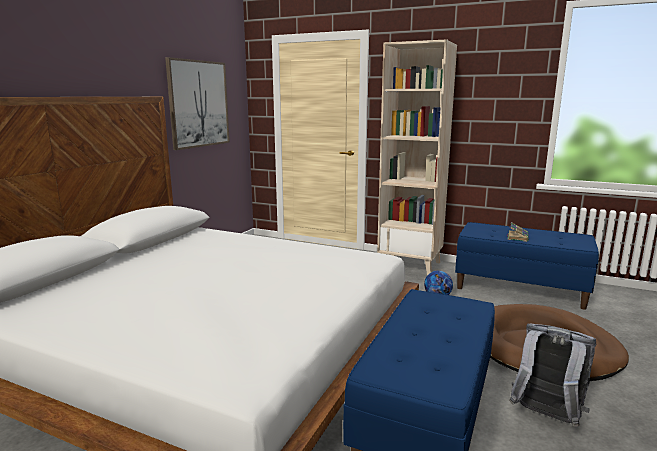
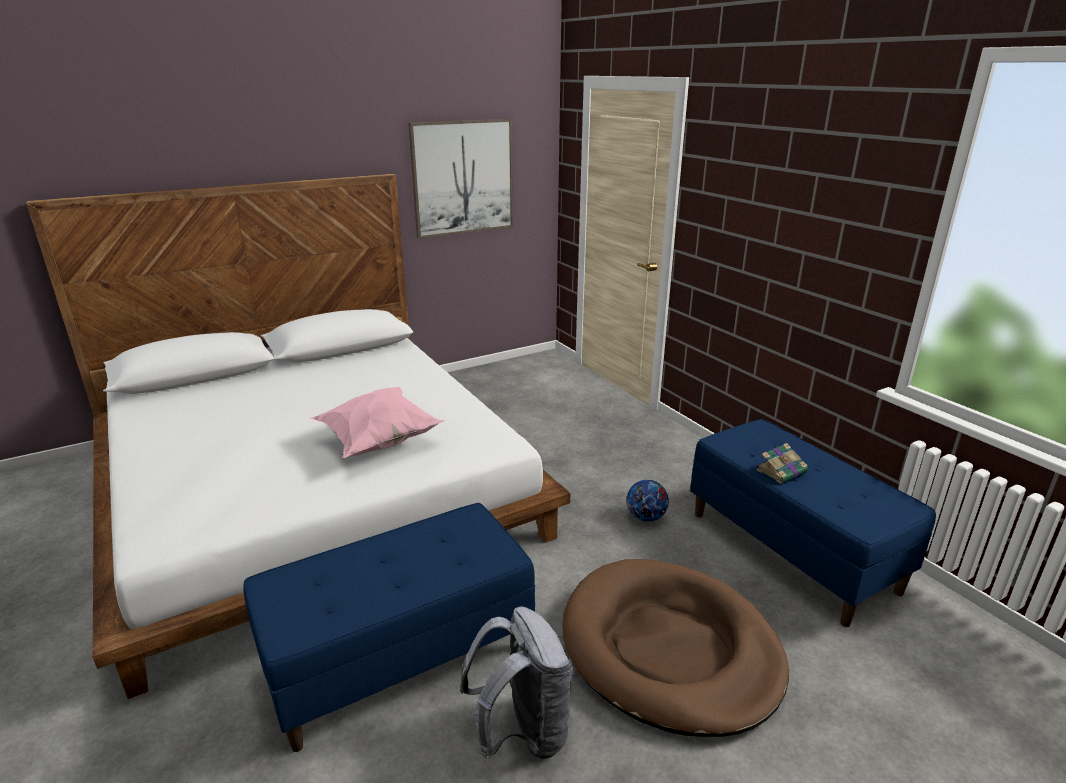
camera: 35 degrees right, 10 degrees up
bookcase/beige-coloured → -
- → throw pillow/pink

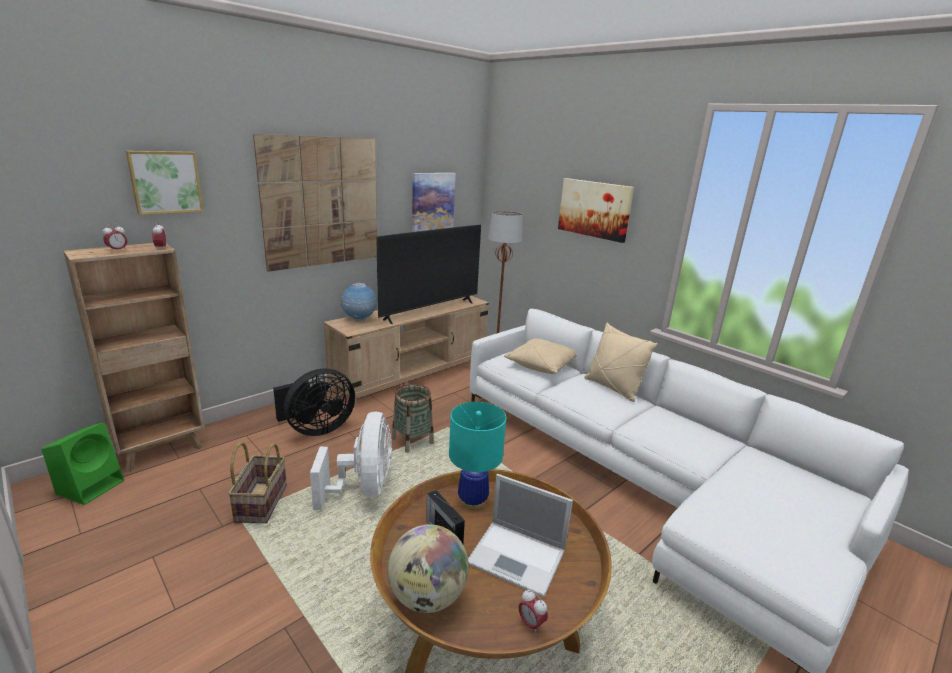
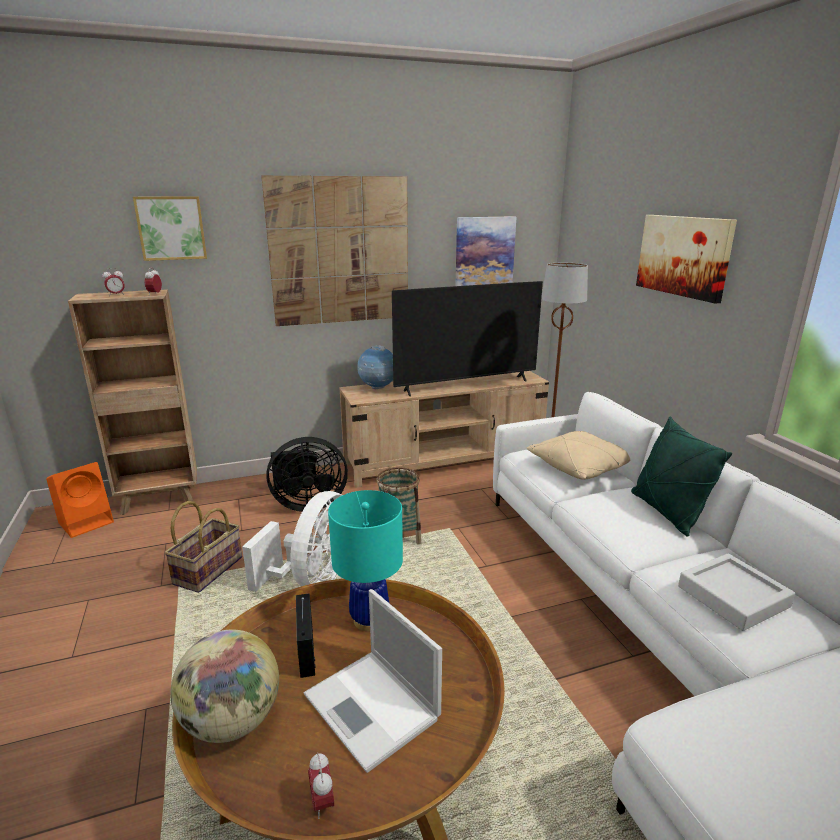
camera: 25 degrees right, 0 degrees up
- → carrying tray/grey
audio speaker/green-coloured → audio speaker/orangey
throw pillow/beige-coloured (no. 2 from left) → throw pillow/green-coloured

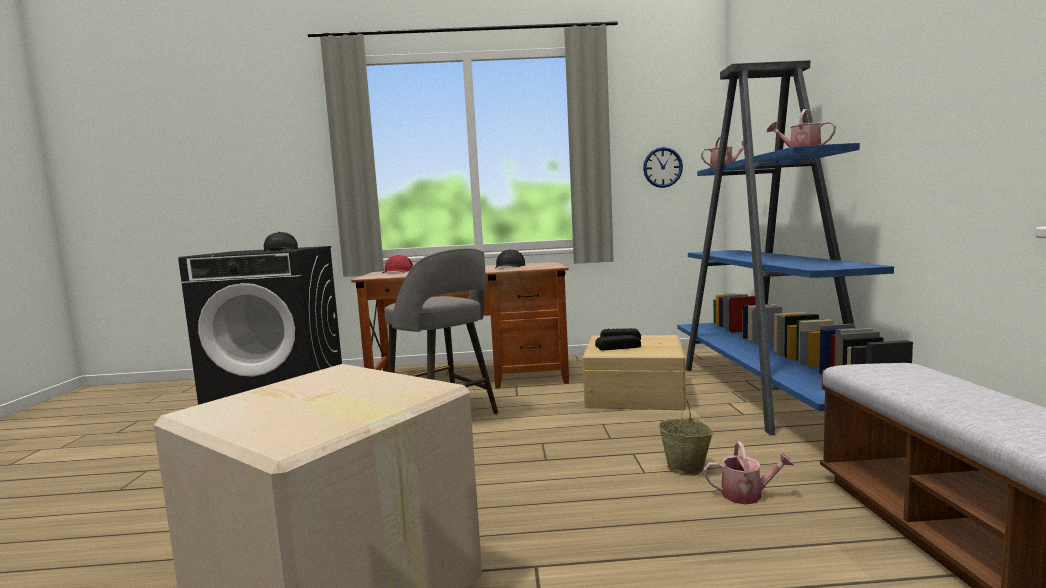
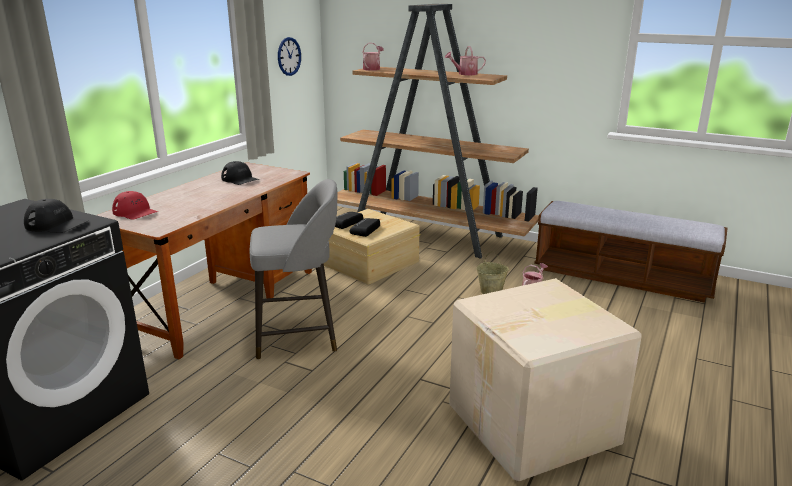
camera: 60 degrees left, 15 degrees up
bookcase/blue-coloured → bookcase/brownish

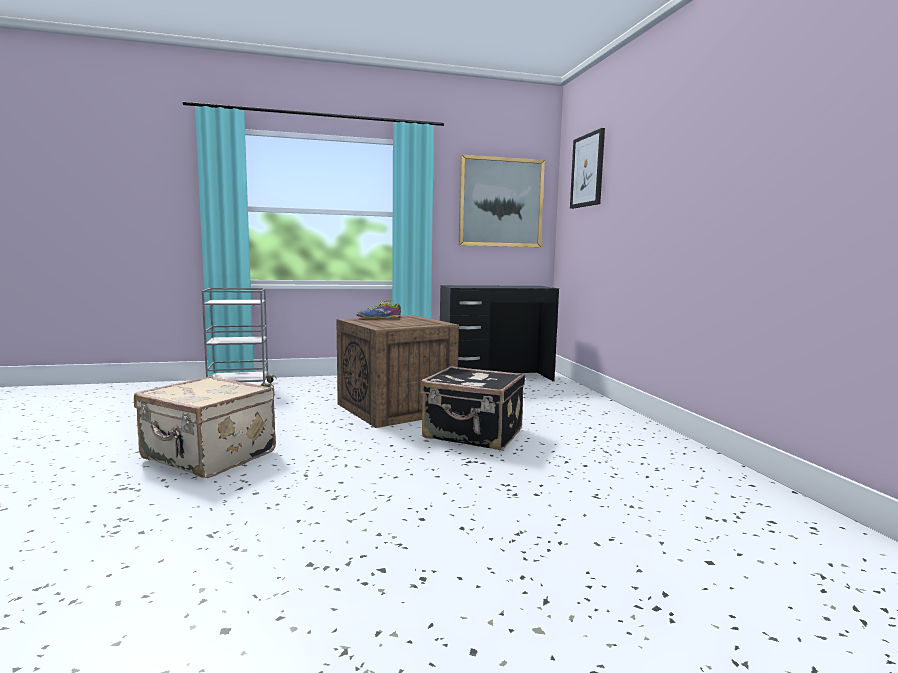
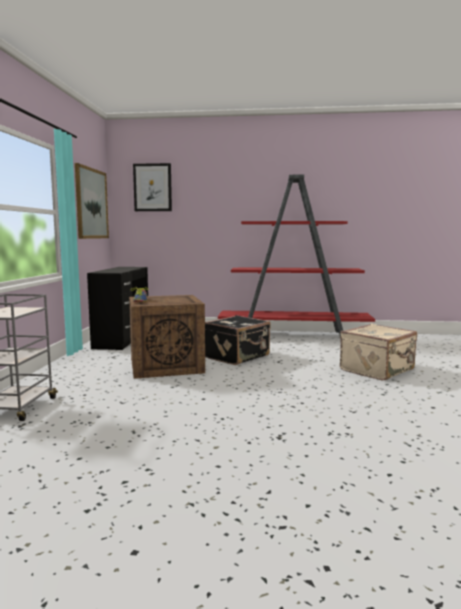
camera: 70 degrees left, 0 degrees up
- → bookcase/reddish
travel case/beige-coloured, relocated

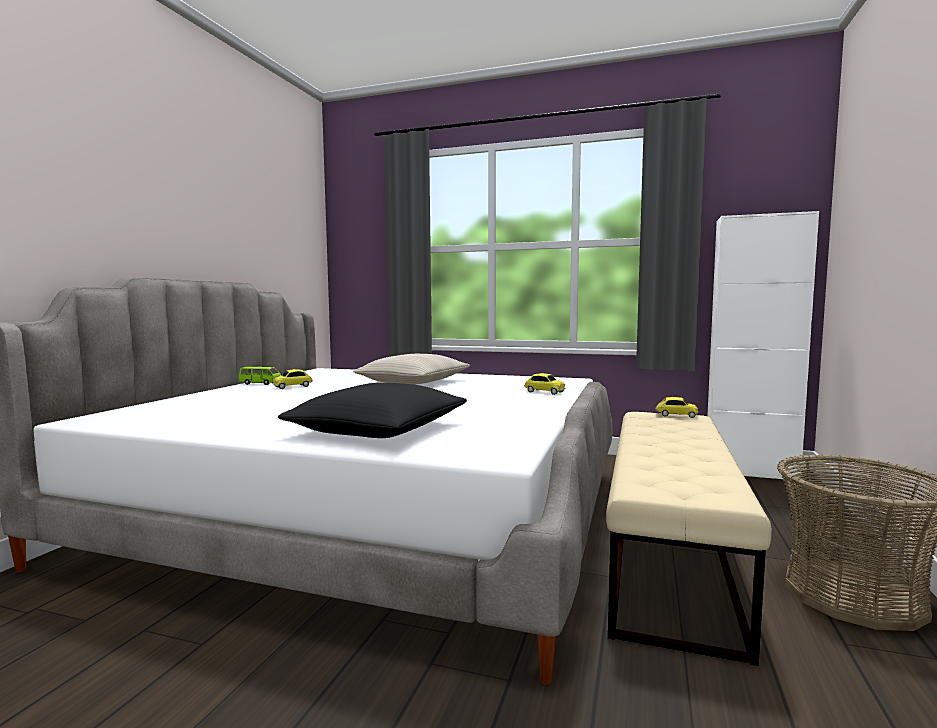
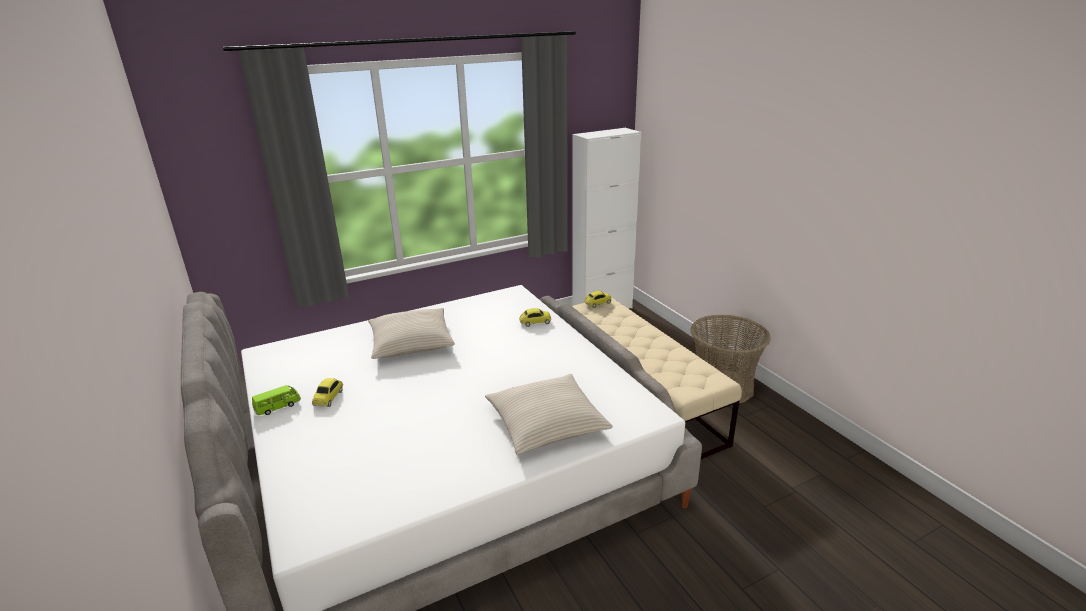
camera: 45 degrees left, 20 degrees up
throw pillow/black → throw pillow/beige-coloured (no. 2 from left)

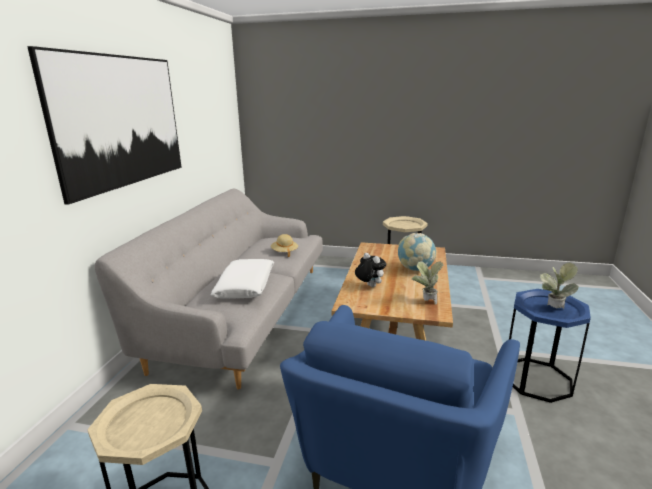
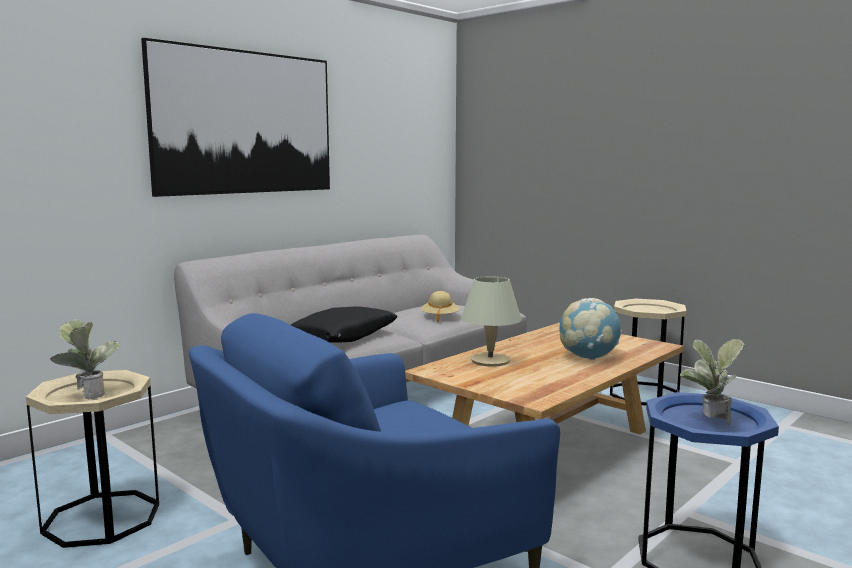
camera: 30 degrees right, 10 degrees down
houseplant (no. 1 from left), relocated
cuddly toy → tabletop lamp/beige-coloured
throw pillow/white-coloured → throw pillow/black

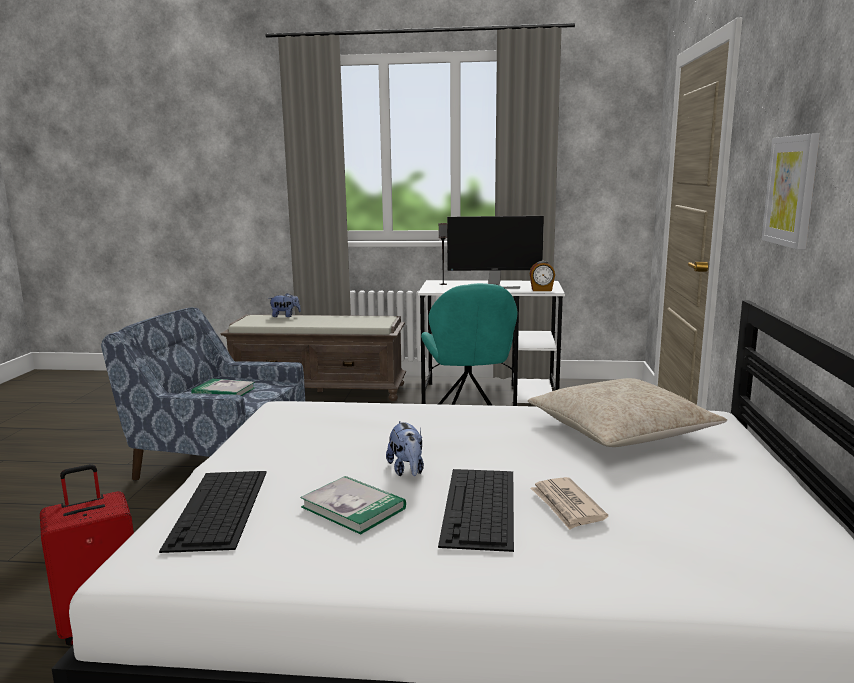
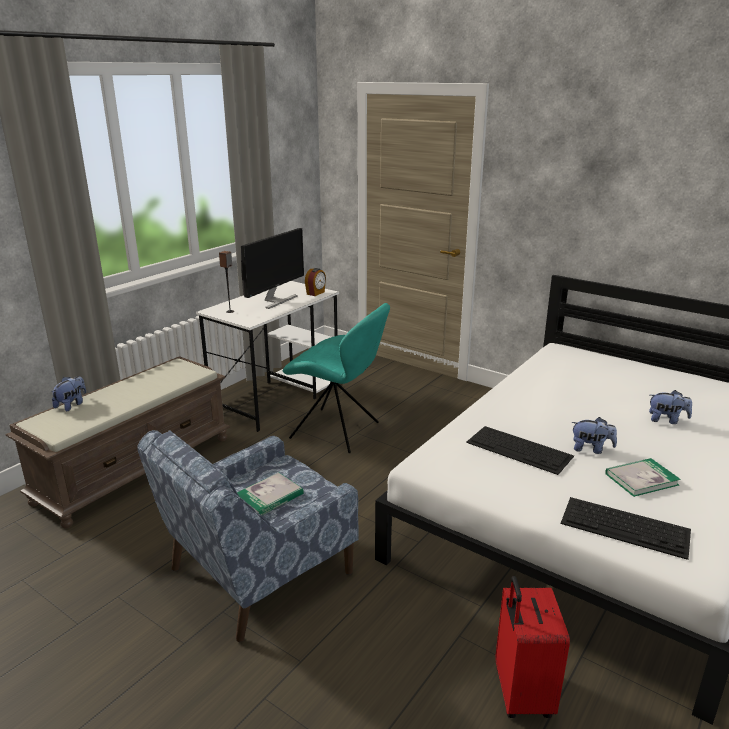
camera: 60 degrees left, 10 degrees up
throw pillow/beige-coloured → -
picture → -
computer keyboard (no. 2 from left in the first image) → computer keyboard (no. 1 from left), relocated
printed paper → cuddly toy (no. 3 from left)

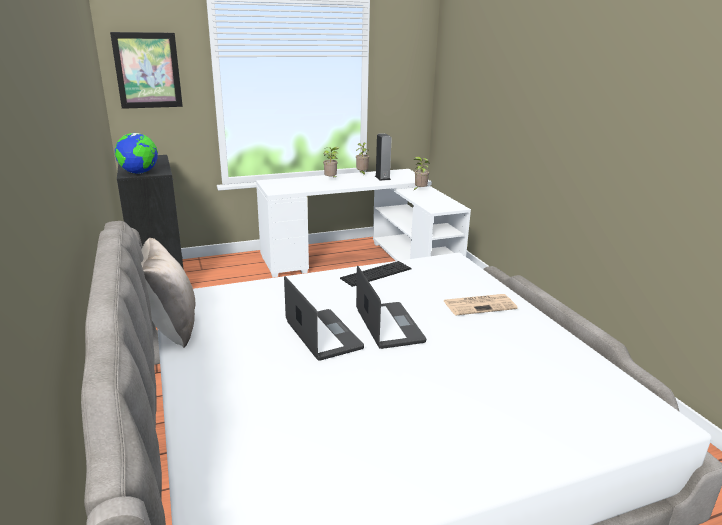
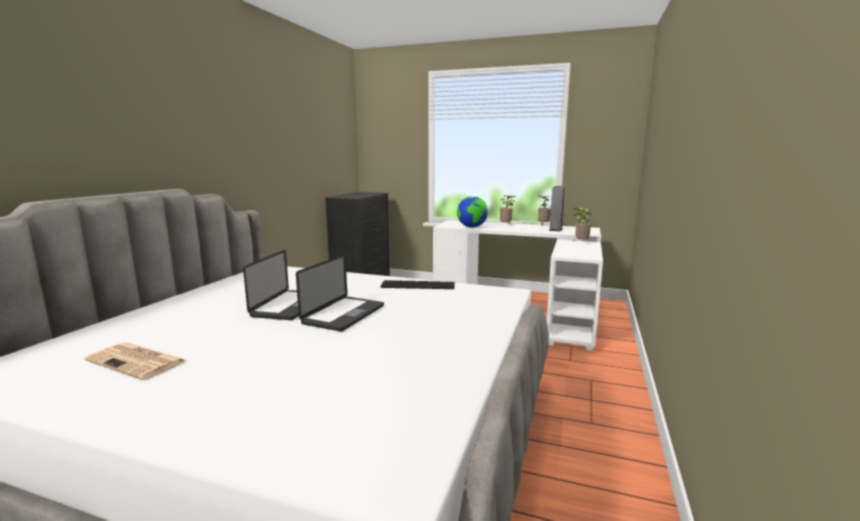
camera: 40 degrees right, 10 degrees down
picture → -
throw pillow/beige-coloured → -
world globe, relocated
printed paper, relocated

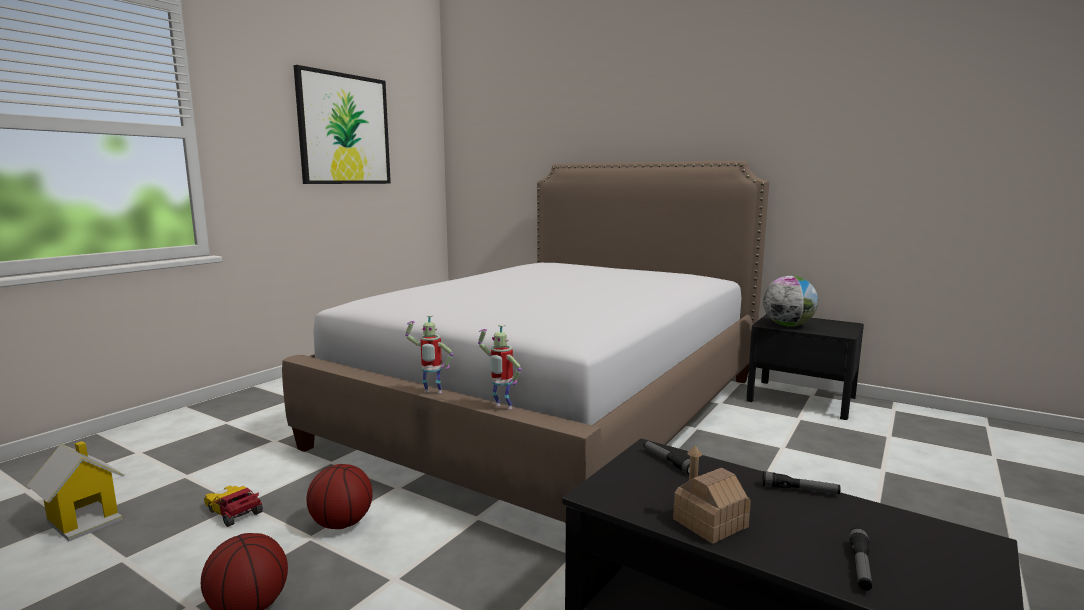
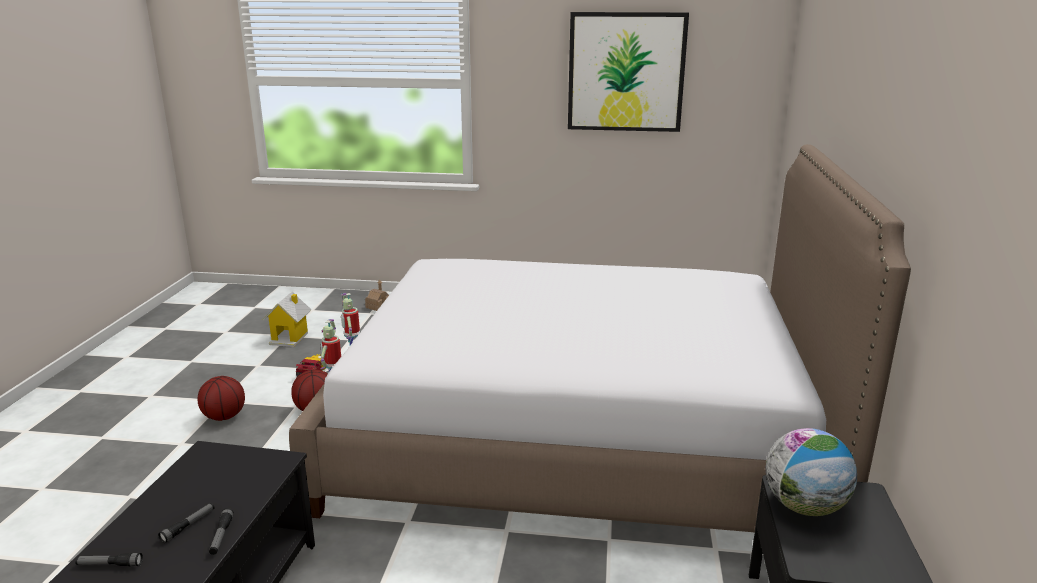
camera: 65 degrees right, 10 degrees up
hand torch (no. 1 from left in the first image) → hand torch (no. 2 from left), relocated
toy house (no. 2 from left), relocated

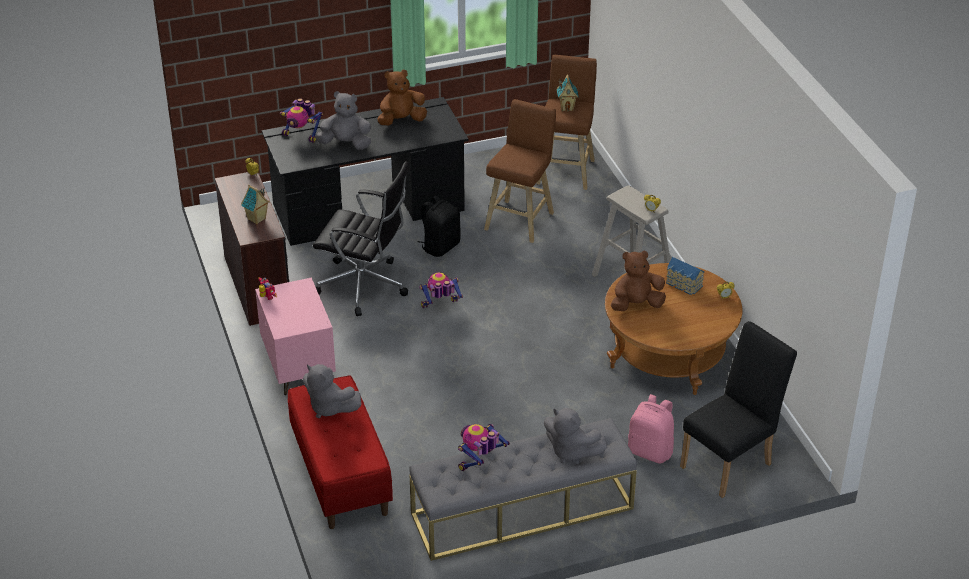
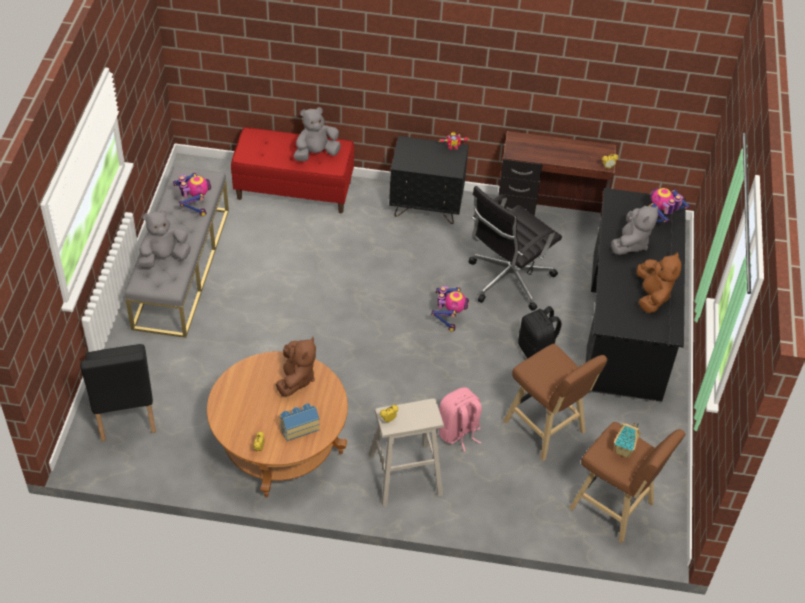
camera: 115 degrees right, 10 degrees up
toy house (no. 1 from left) → -
backpack/pink, relocated
bedside table/pink → bedside table/black

